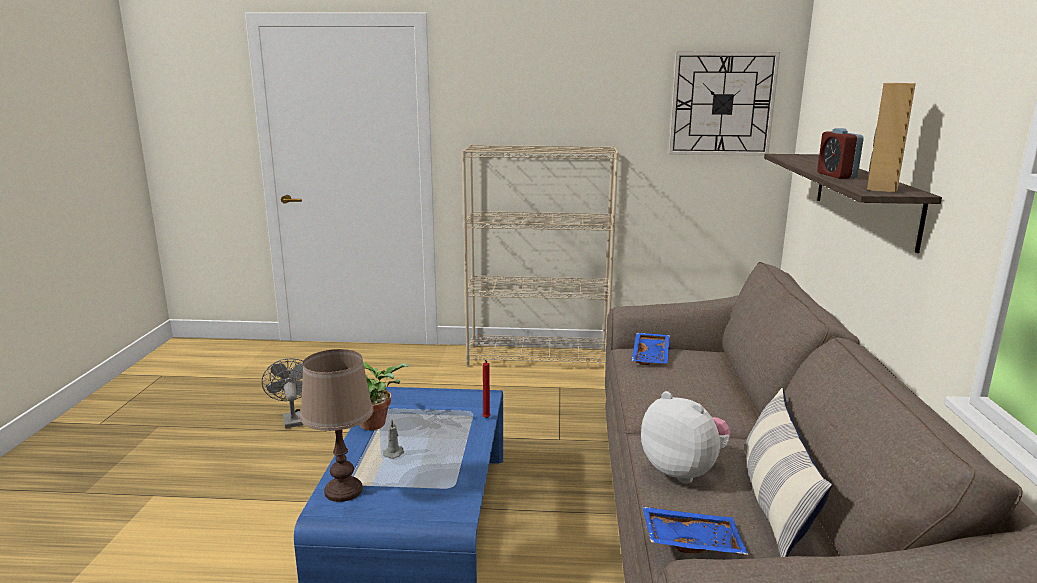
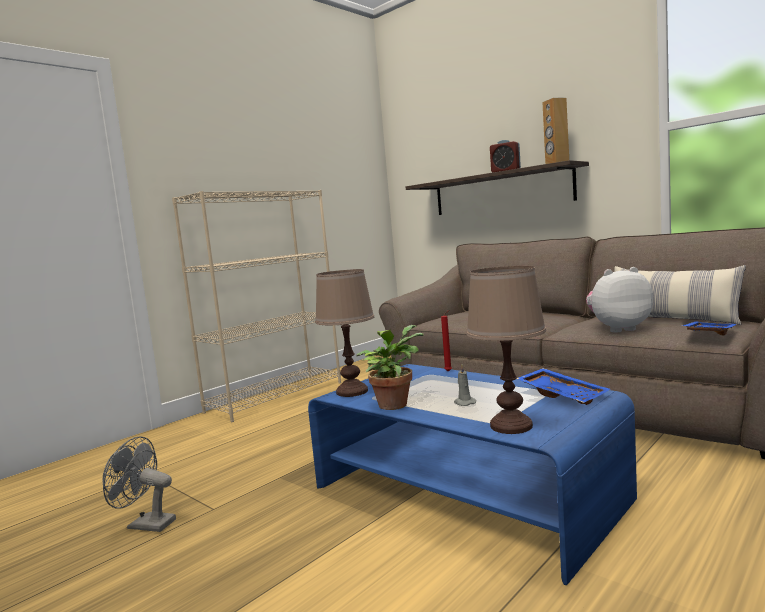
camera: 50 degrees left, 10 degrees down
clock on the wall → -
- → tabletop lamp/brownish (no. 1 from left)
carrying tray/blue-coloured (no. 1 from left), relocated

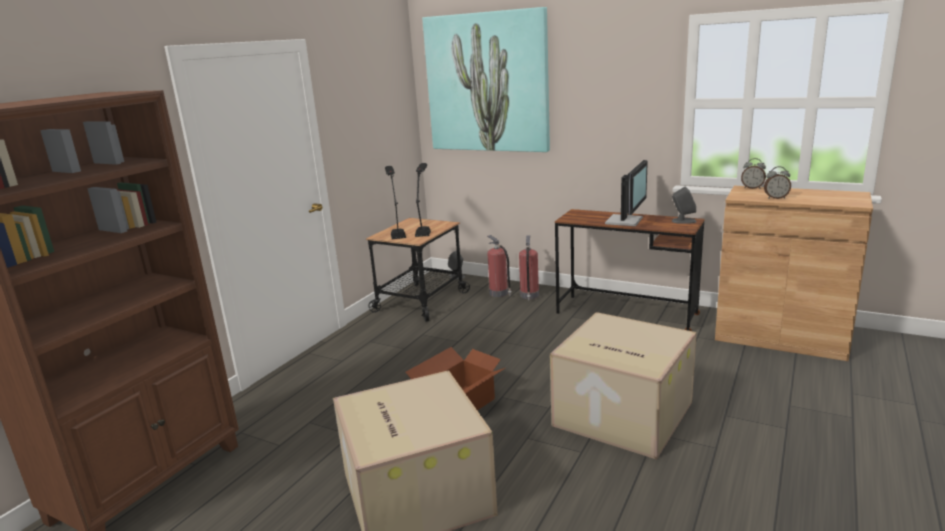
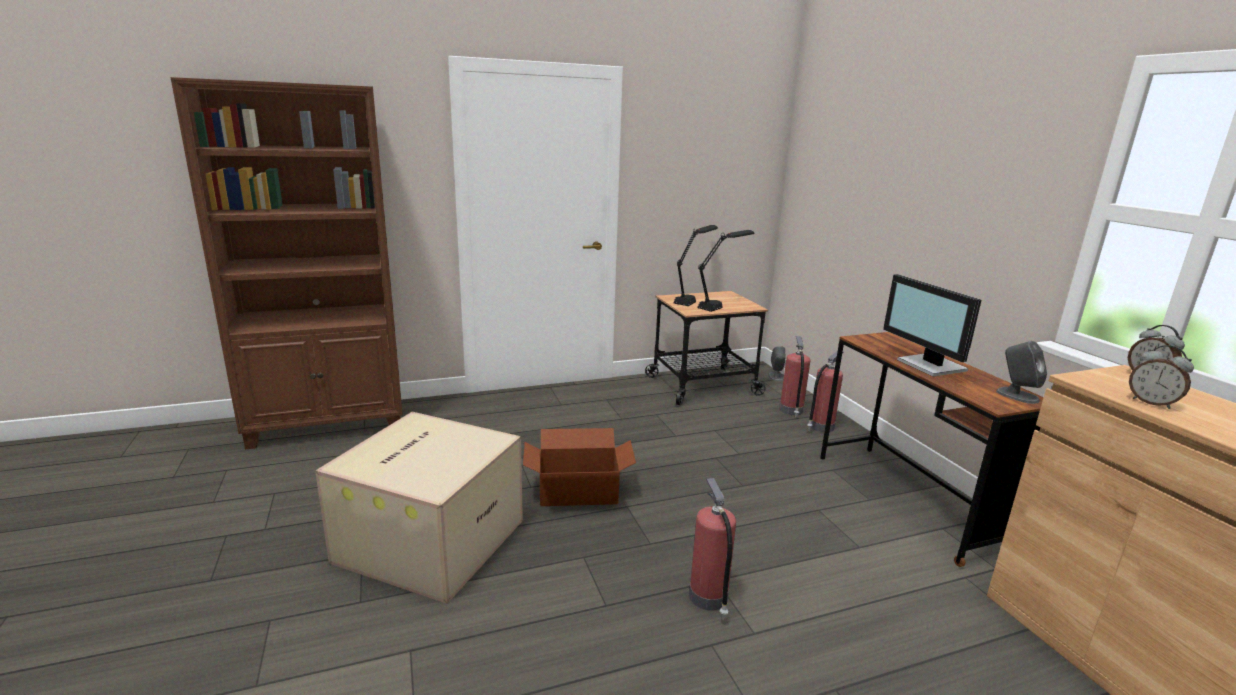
camera: 40 degrees right, 0 degrees up
picture → -
cardboard box (no. 3 from left) → fire extinguisher (no. 1 from left)
computer display, 90 degrees clockwise

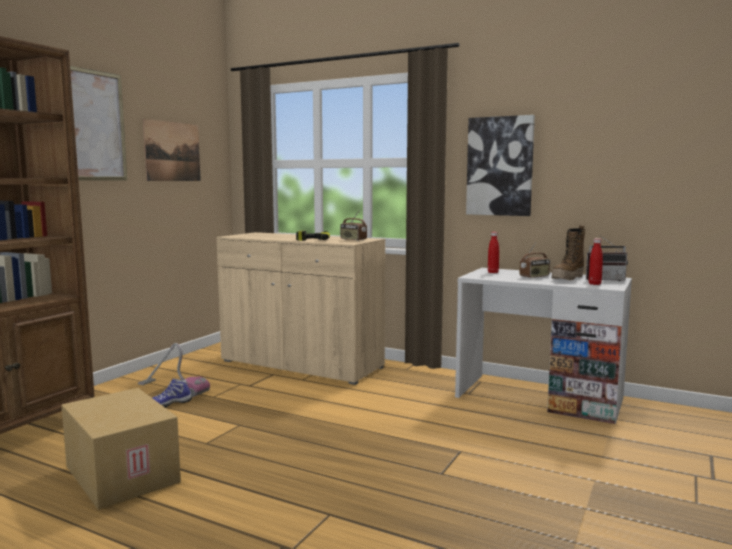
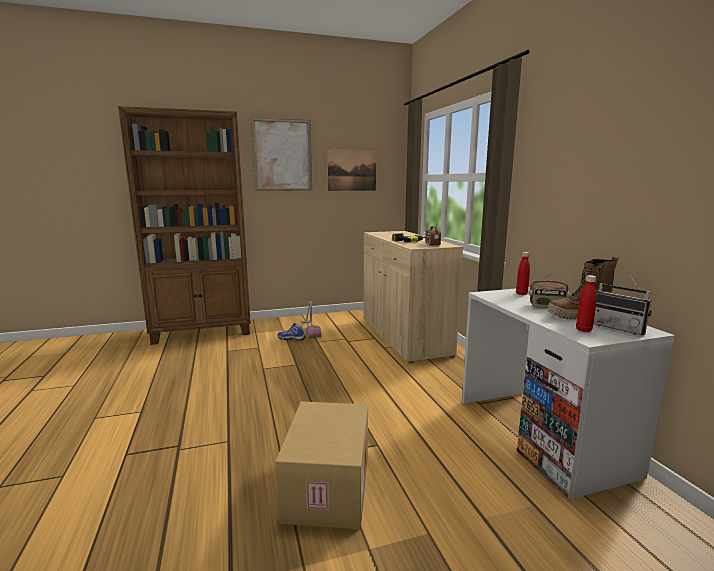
camera: 45 degrees right, 5 degrees up
picture (no. 3 from left) → -
cardboard box, relocated

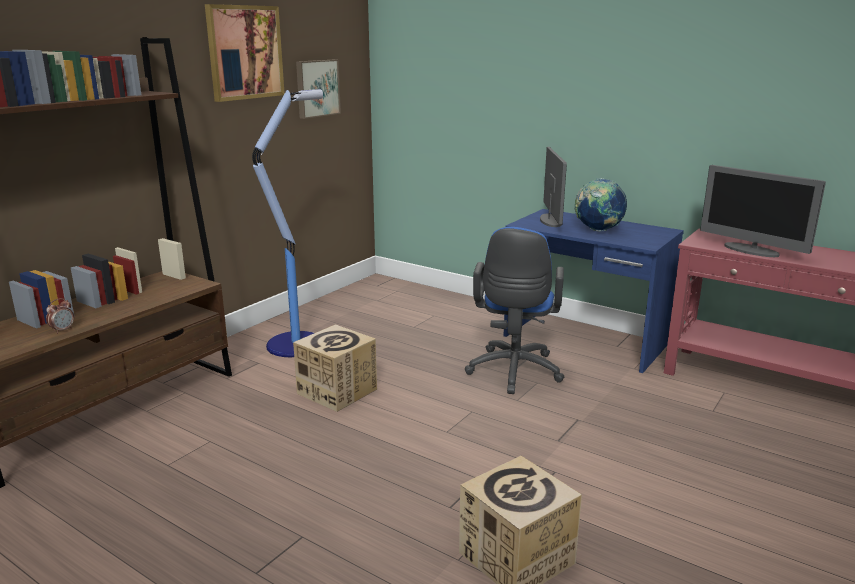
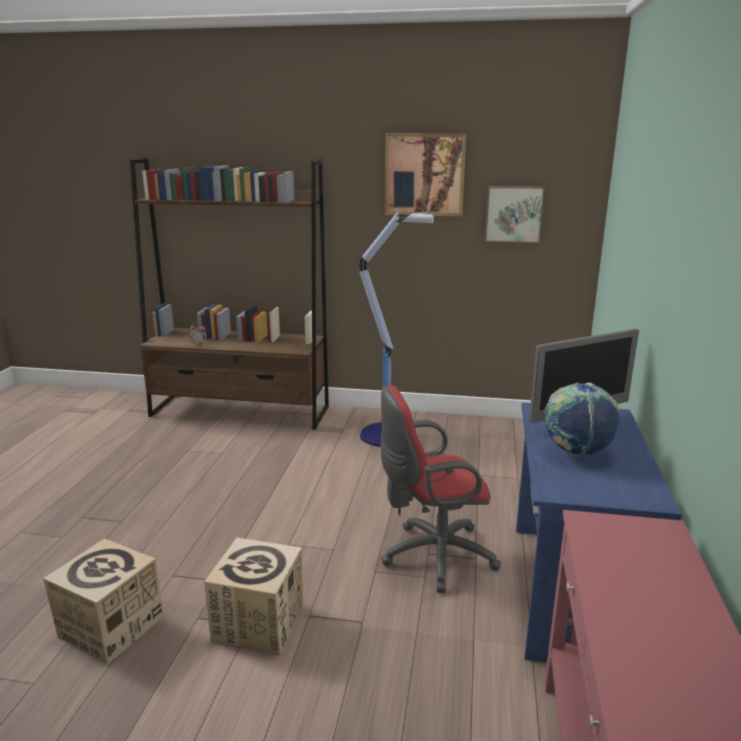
camera: 65 degrees right, 0 degrees up
computer display (no. 2 from left) → -
cardboard box (no. 1 from left in the first image) → cardboard box (no. 2 from left), relocated
desk chair/blue-coloured → desk chair/reddish

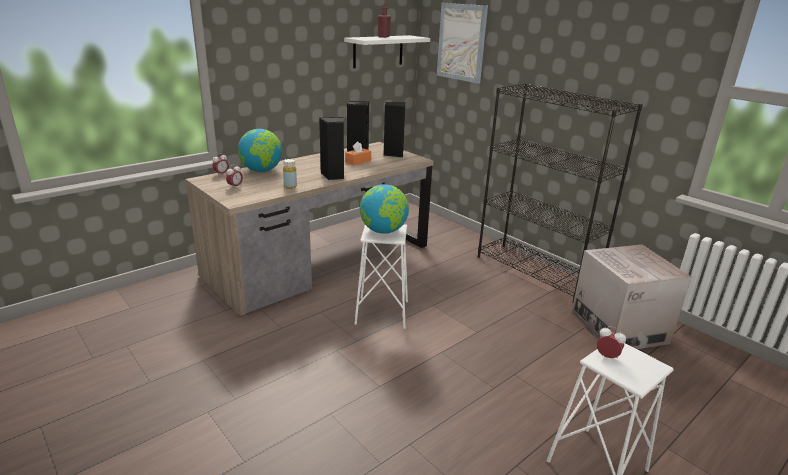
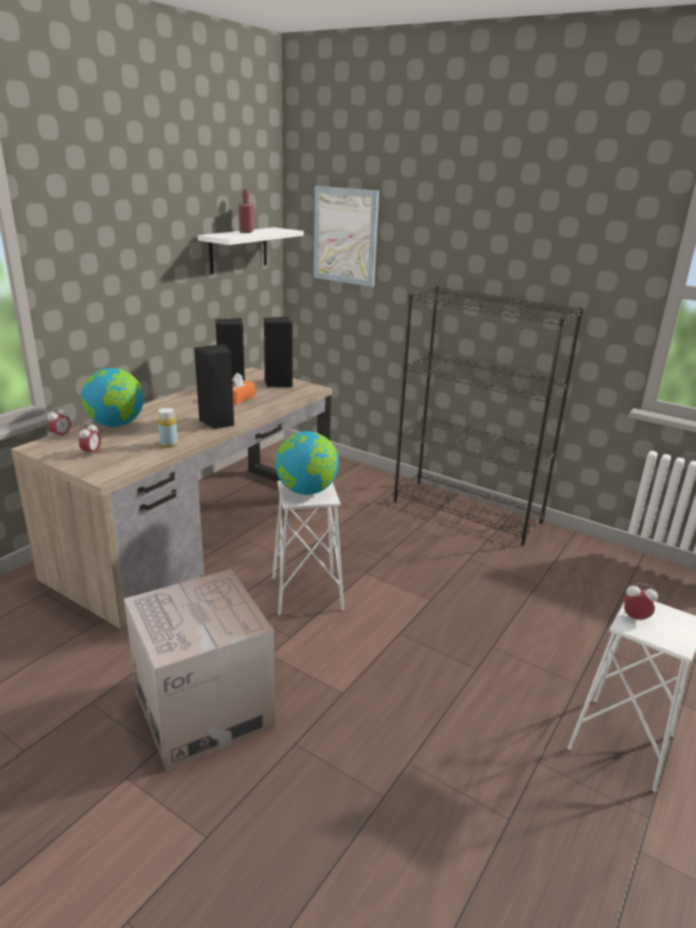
camera: 15 degrees left, 0 degrees up
cardboard box, relocated

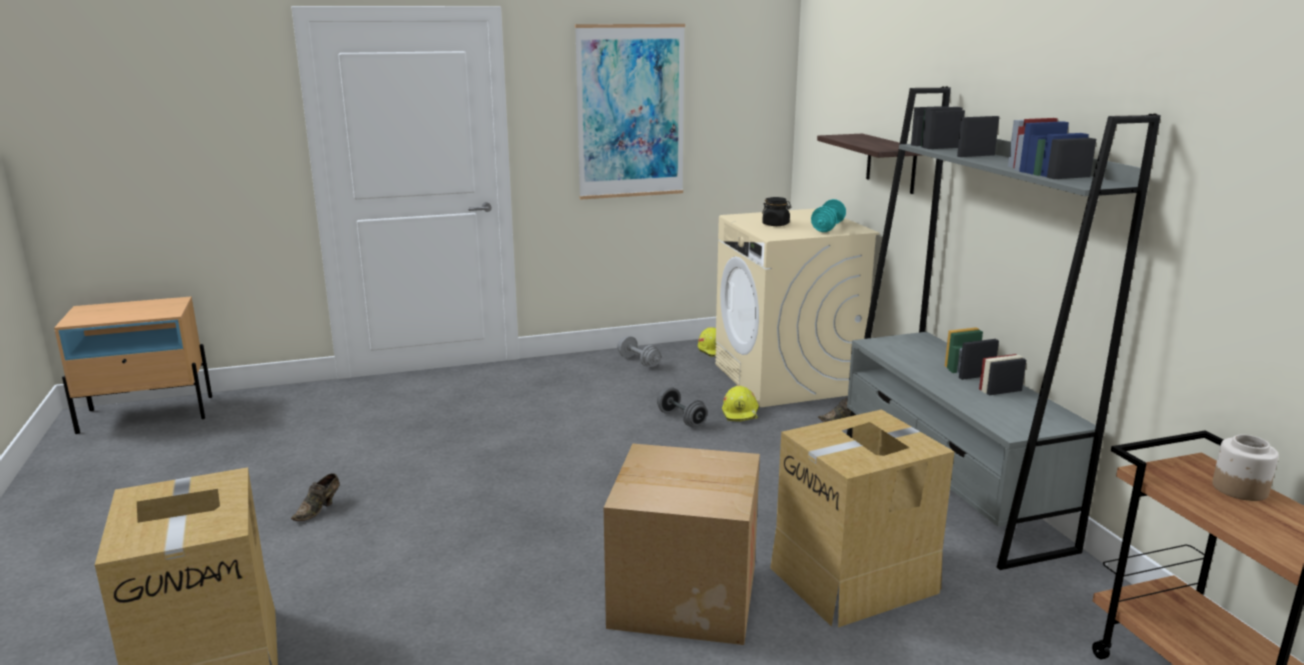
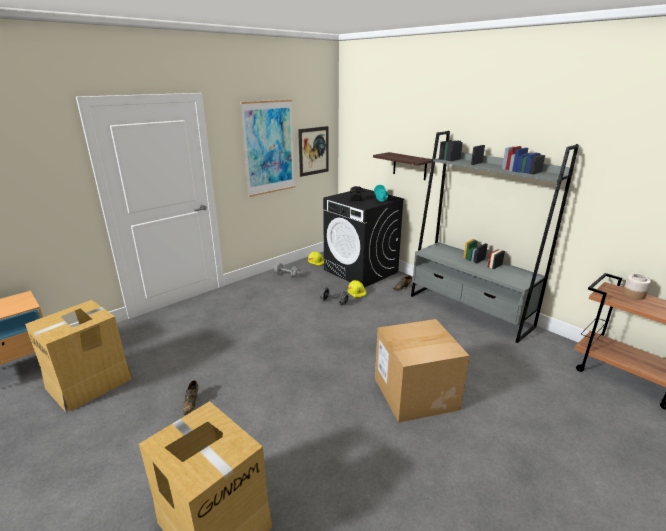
camera: 25 degrees left, 5 degrees up
- → picture (no. 2 from left)
cardboard box (no. 3 from left in the first image) → cardboard box (no. 1 from left), relocated
laundry machine/beige-coloured → laundry machine/black

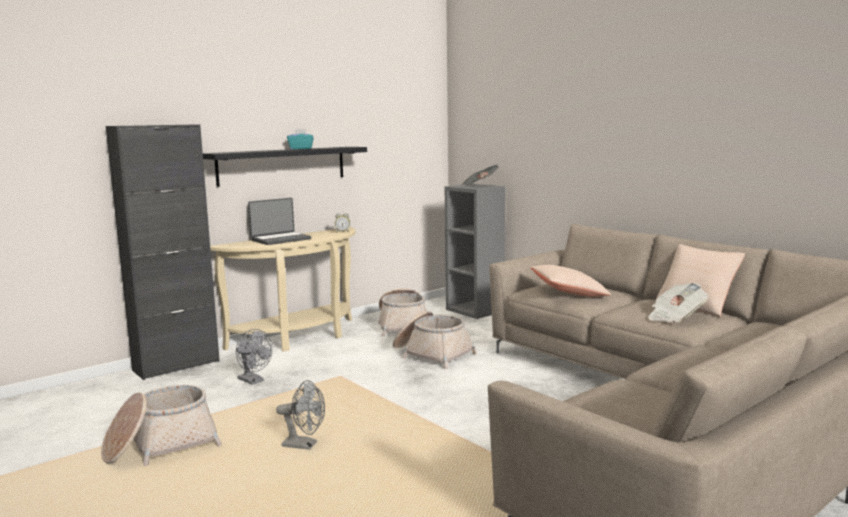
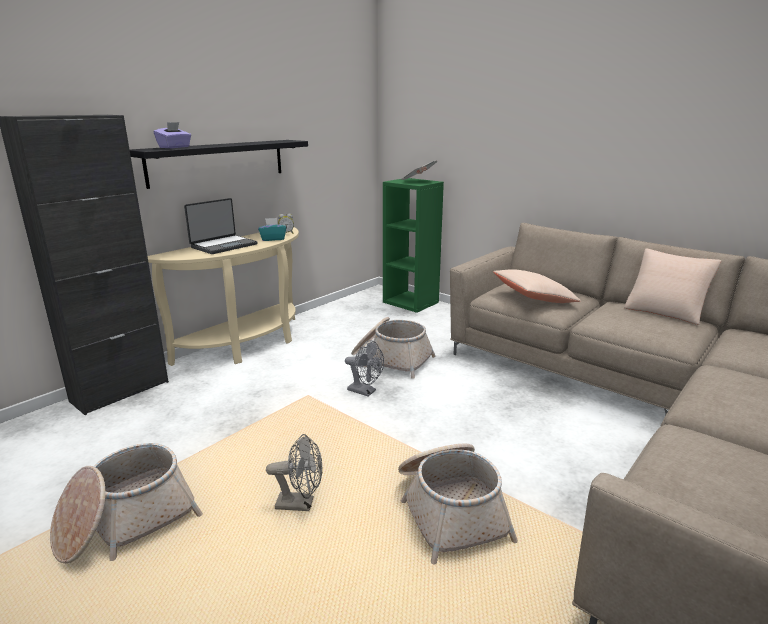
camera: 10 degrees left, 10 degrees up
printed paper (no. 2 from left) → -
- → tissue box/purplish
electric fan/grey (no. 1 from left in the first image) → electric fan/grey (no. 2 from left), relocated
tissue box/turquoise, relocated
household basket (no. 2 from left in the first image) → household basket (no. 3 from left), relocated
bookcase/grey → bookcase/green-coloured

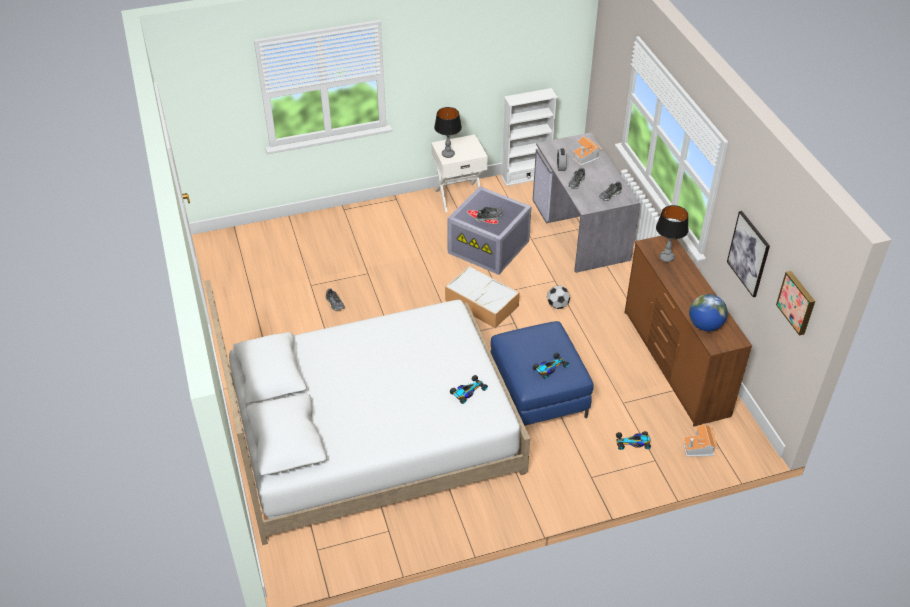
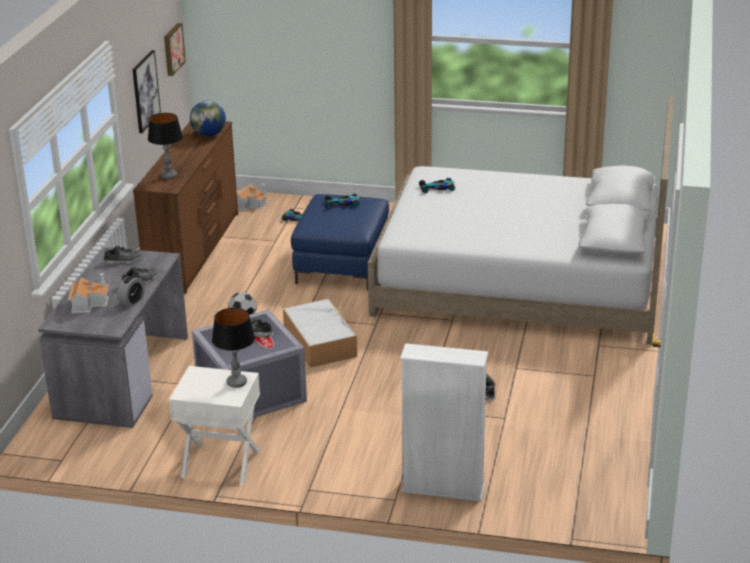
camera: 150 degrees left, 15 degrees down
bookcase/white-coloured, relocated

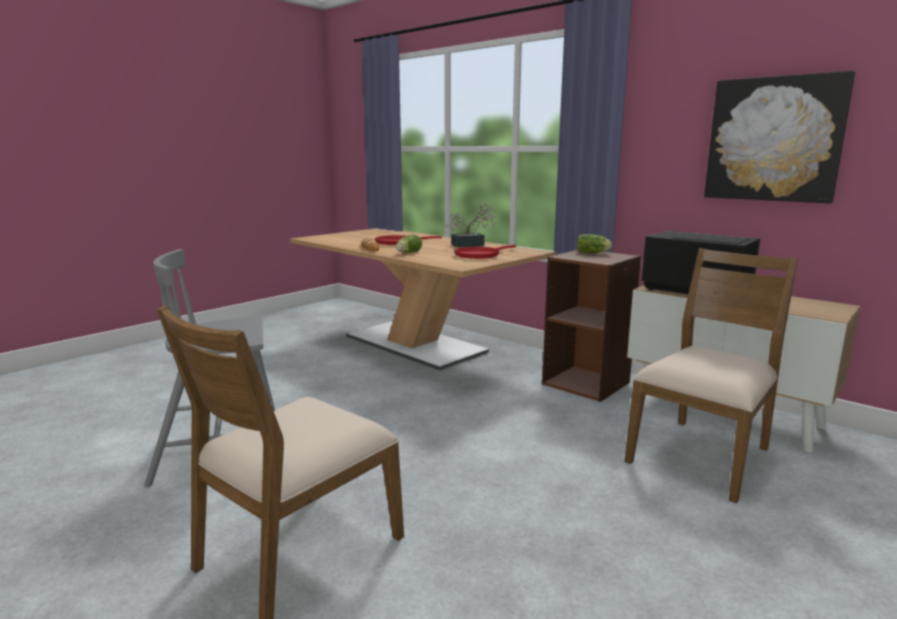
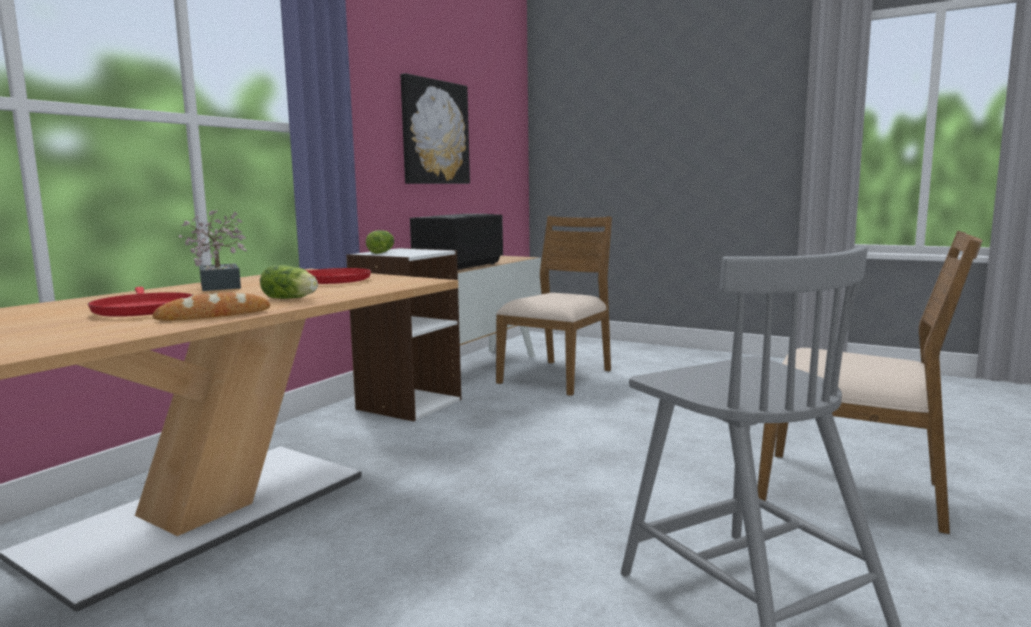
camera: 100 degrees left, 5 degrees down
bookcase/brownish → bookcase/white-coloured
plain chair/brownish (no. 2 from left in the first image) → plain chair/brownish (no. 1 from left), 90 degrees clockwise

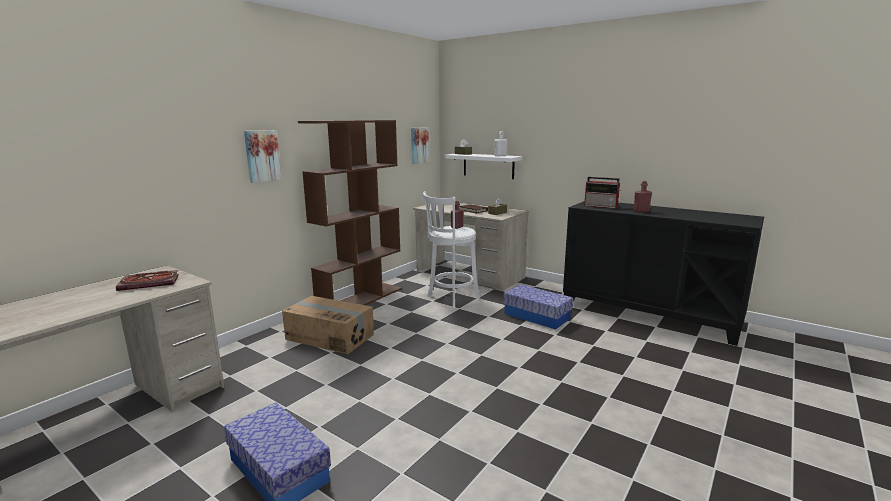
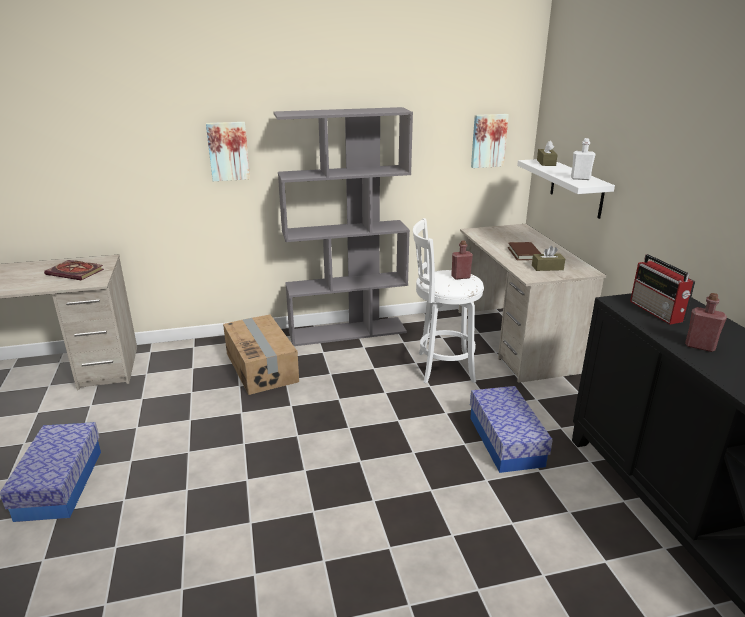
camera: 40 degrees right, 10 degrees up
bookcase/brownish → bookcase/grey

